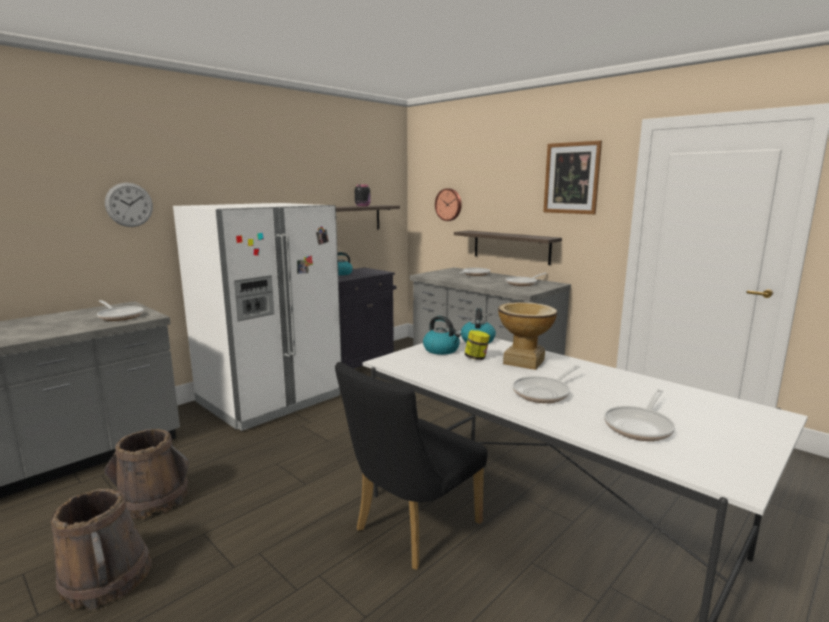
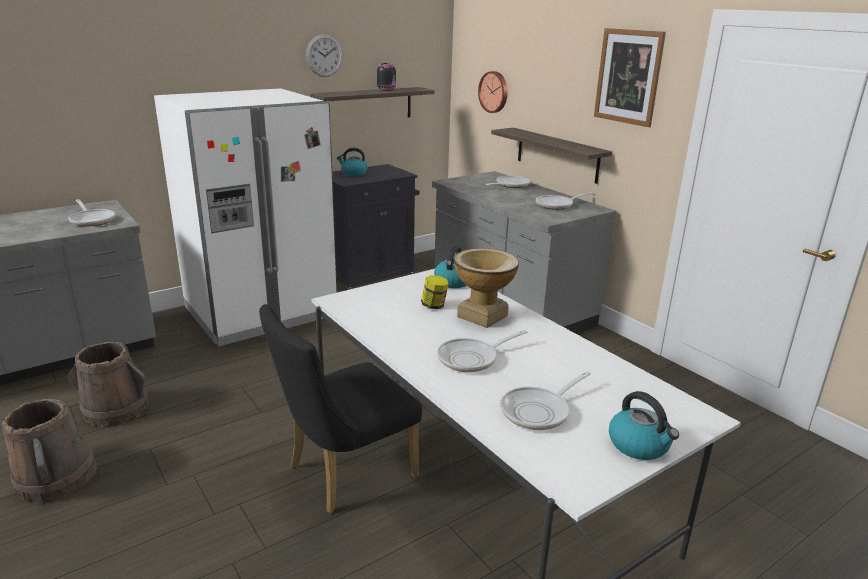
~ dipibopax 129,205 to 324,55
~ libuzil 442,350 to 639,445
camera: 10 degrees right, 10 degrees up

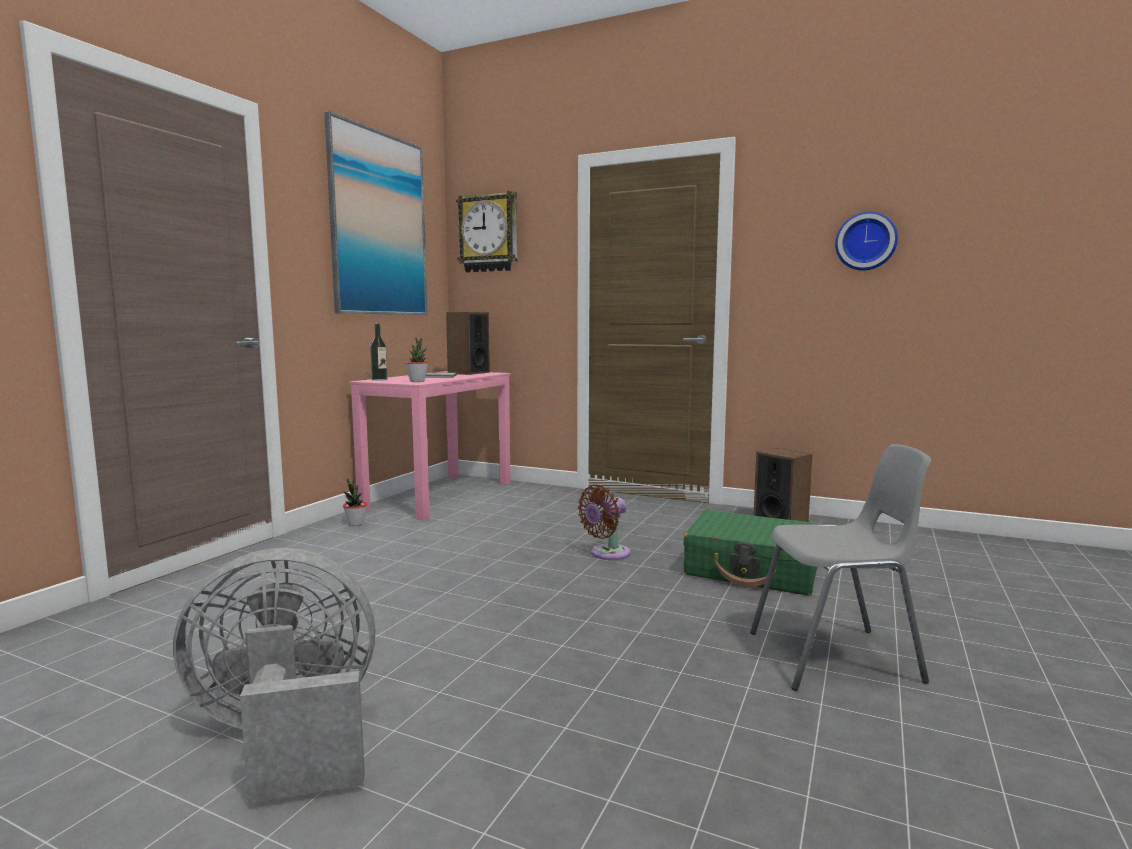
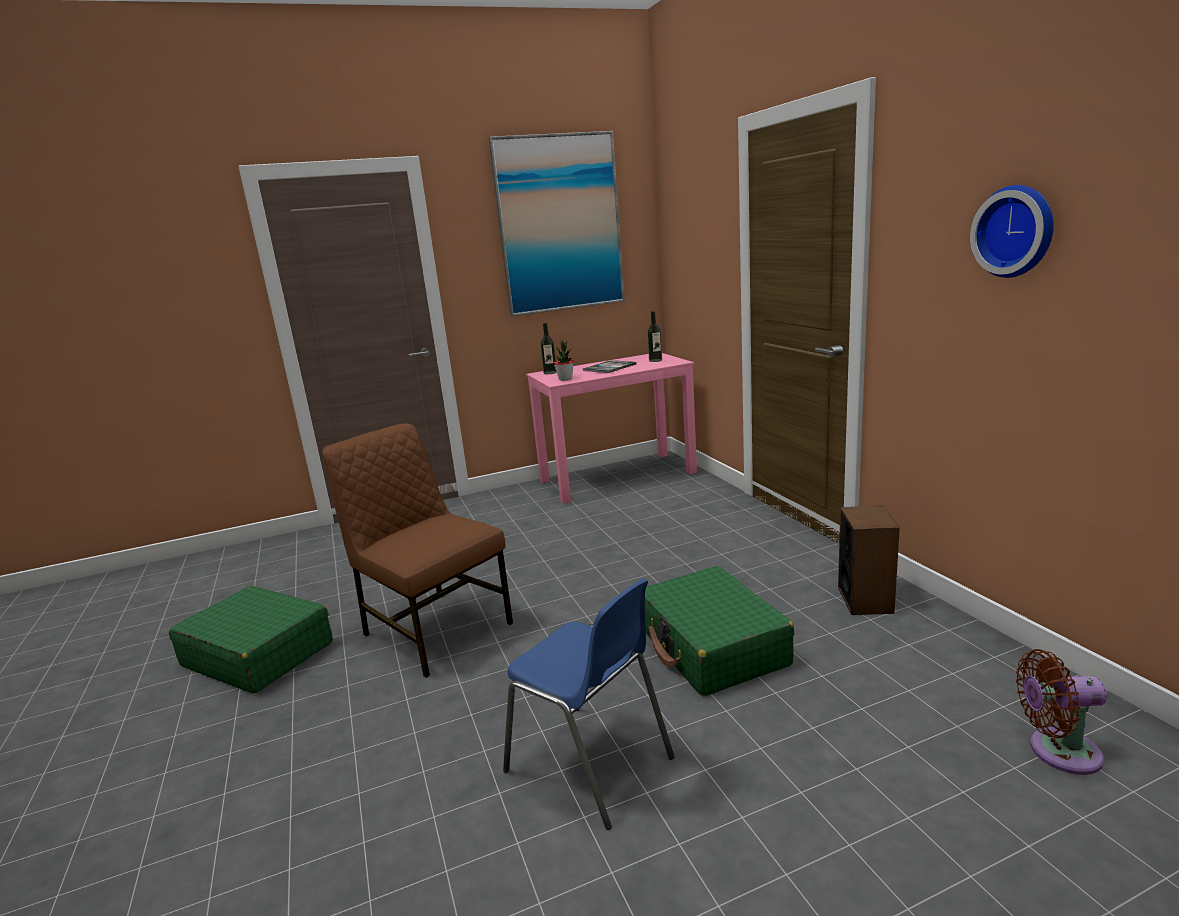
~ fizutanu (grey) 288,739 to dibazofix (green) 258,654
+ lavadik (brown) 434,629
~ lavadik (grey) 836,658 to lavadik (blue) 590,765
~ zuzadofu 468,373 to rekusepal 655,360
~ fizutanu (brown) 607,554 to 1057,751
- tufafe 356,523
- dipibopax 489,233
camera: 45 degrees right, 10 degrees up

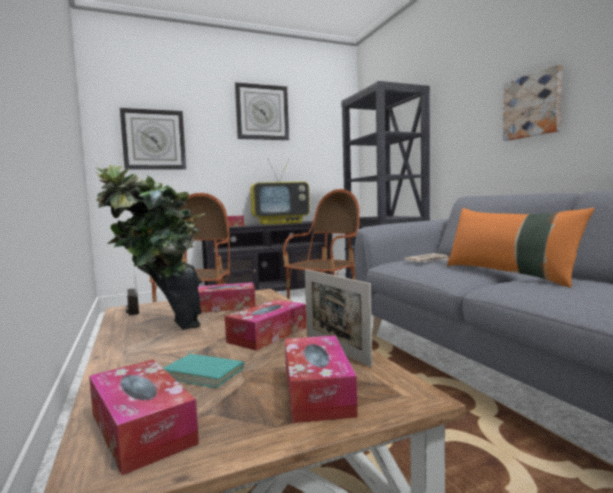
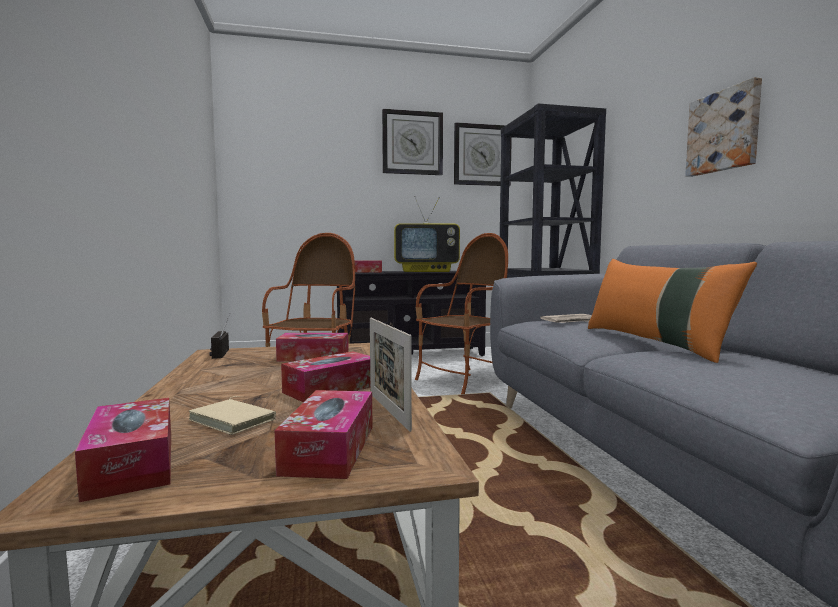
~ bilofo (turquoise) 205,373 to bilofo (beige) 235,420
~ dipibopax 154,140 to 482,155
- tufafe 161,332
camera: 10 degrees right, 0 degrees up

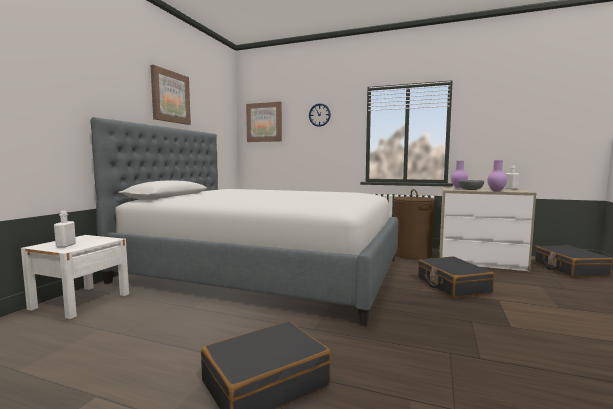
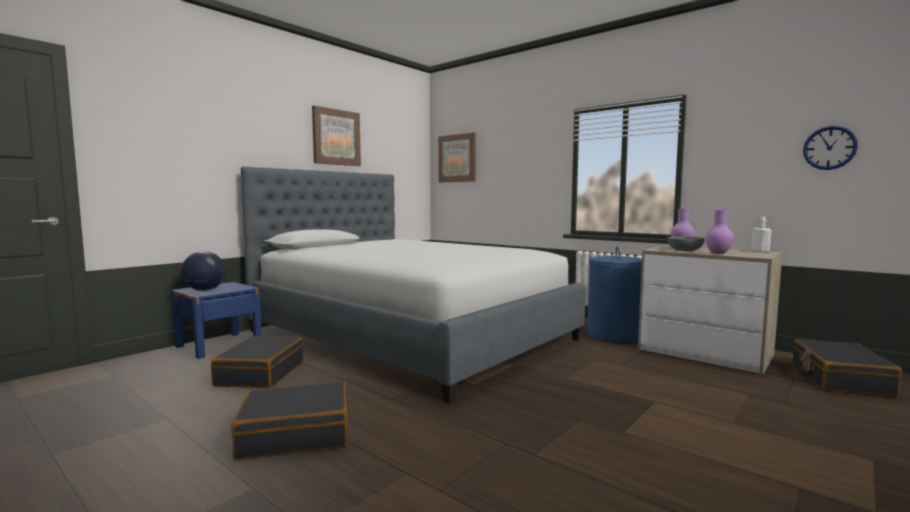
~ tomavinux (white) 80,301 to tomavinux (blue) 219,345
~ rekusepal (white) 66,245 to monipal 204,290
~ dibazofix (black) 452,286 to 260,373
~ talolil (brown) 411,254 to talolil (blue) 614,334
~ dipibopax 319,115 to 829,148
camera: 20 degrees right, 0 degrees up

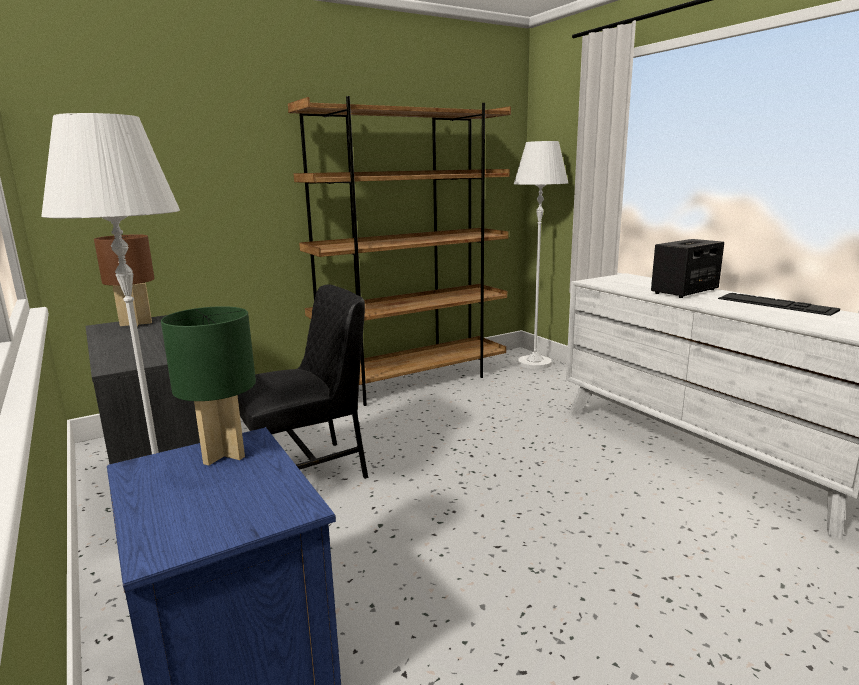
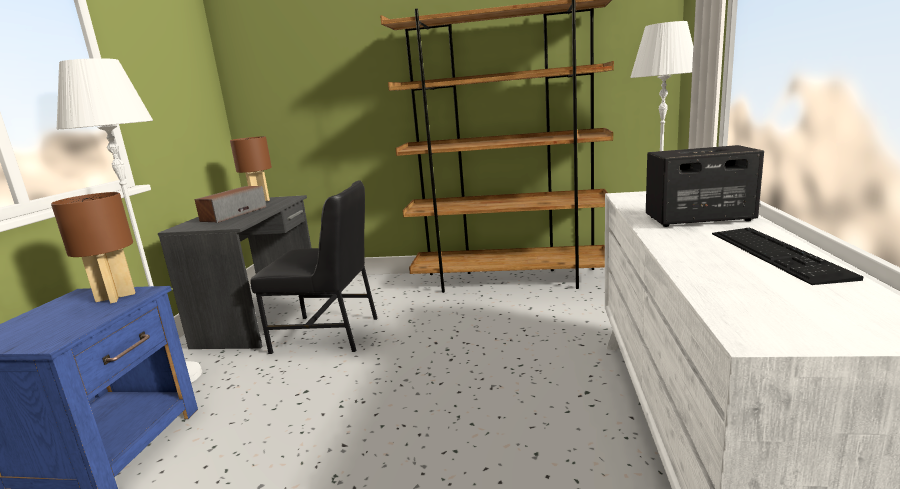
~ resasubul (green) 222,454 to resasubul (brown) 115,297
+ zuzadofu 234,214
camera: 40 degrees right, 0 degrees up

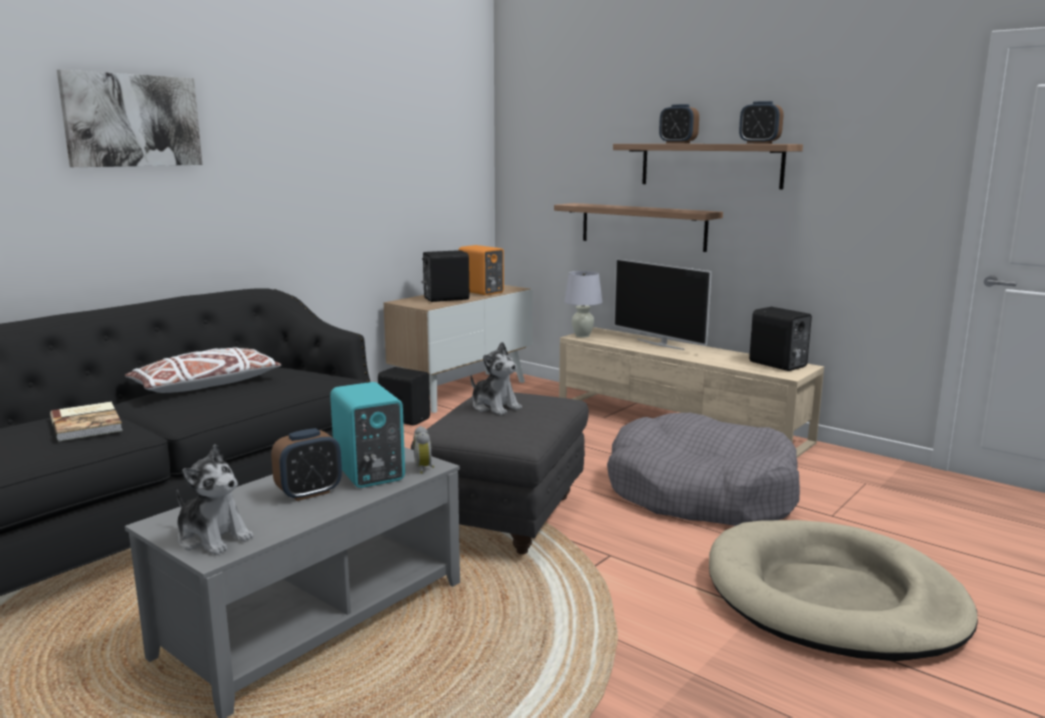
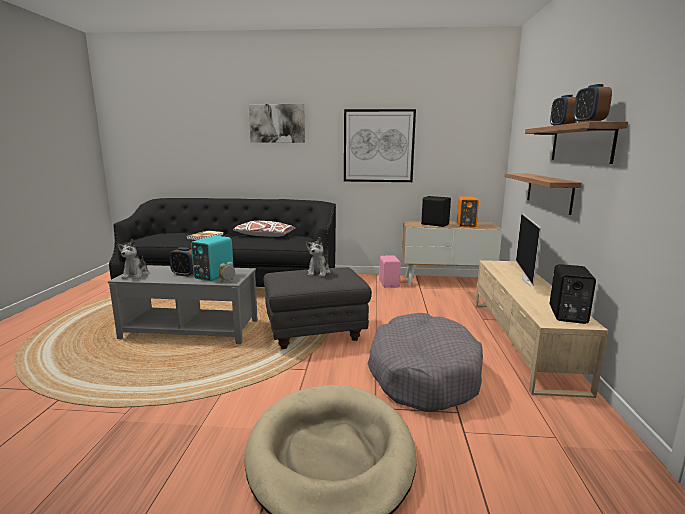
+ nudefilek 378,146
~ zuzadofu (black) 405,418 to zuzadofu (pink) 389,284
- resasubul (white) 582,336
camera: 55 degrees right, 0 degrees up

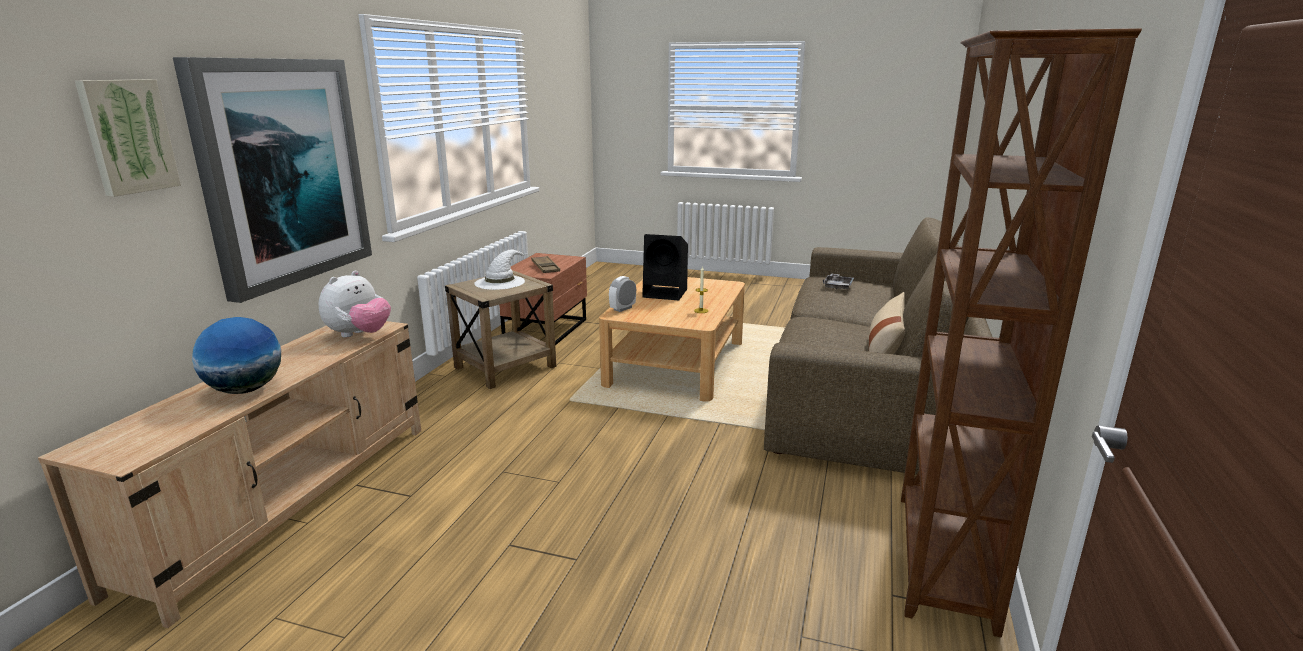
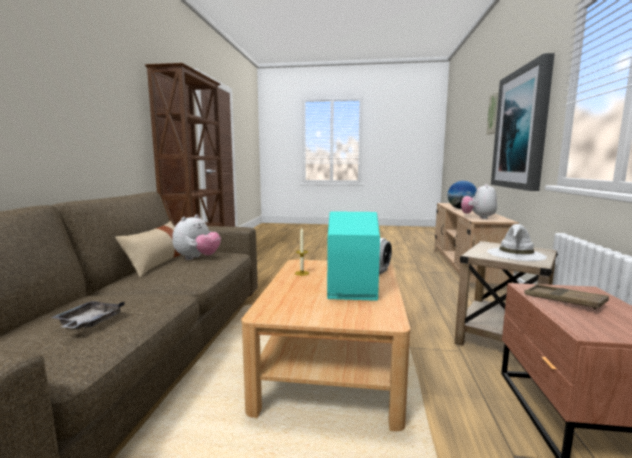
+ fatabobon 197,258
~ zuzadofu (black) 666,293 to zuzadofu (turquoise) 350,291
camera: 170 degrees right, 10 degrees down

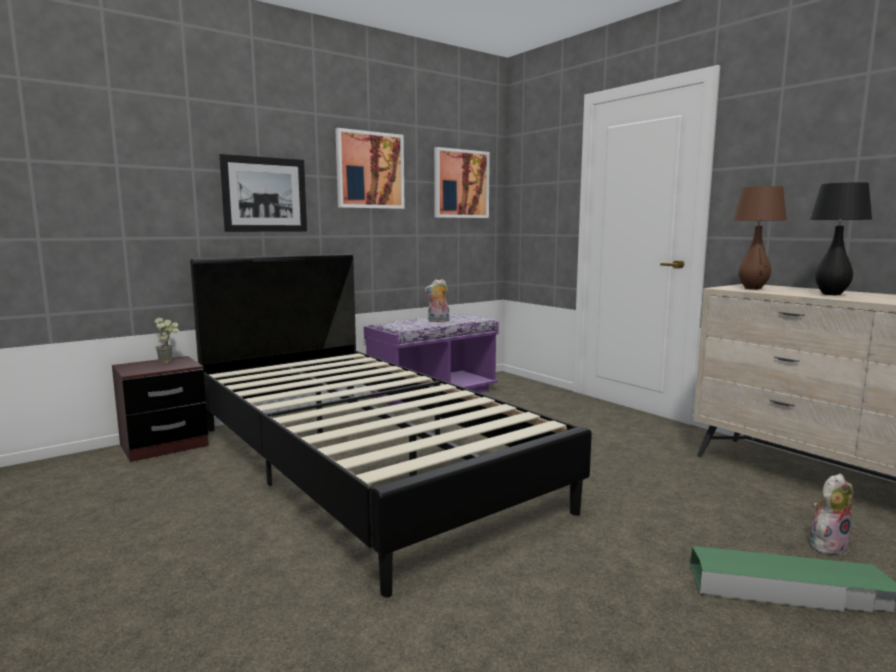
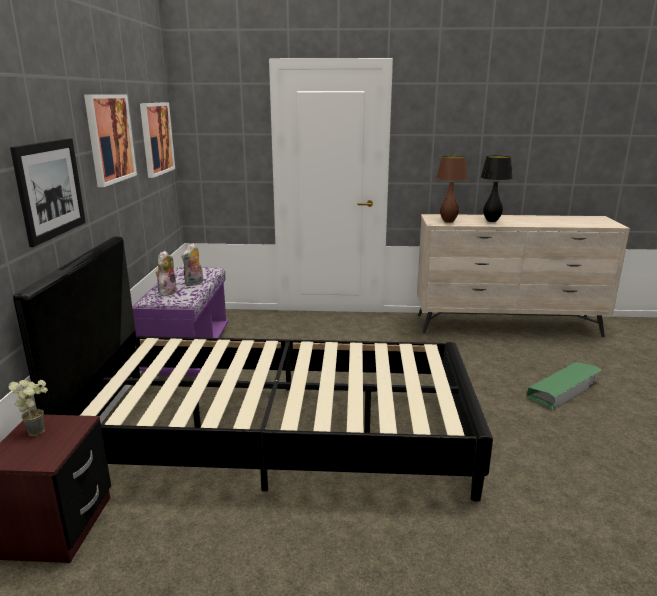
~ fatabobon 827,545 to 167,292
camera: 50 degrees left, 10 degrees up

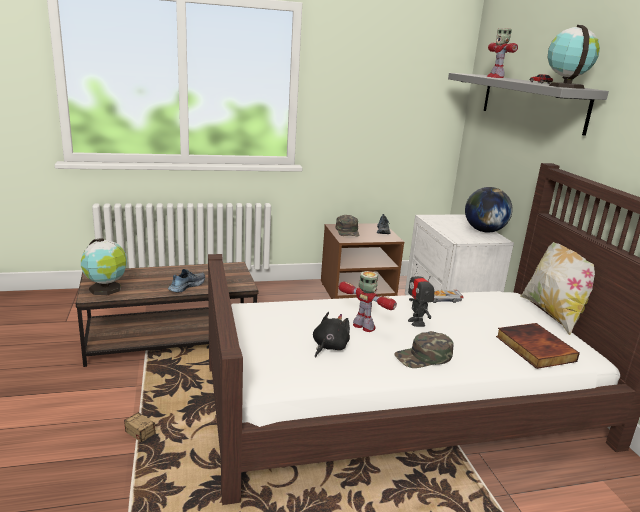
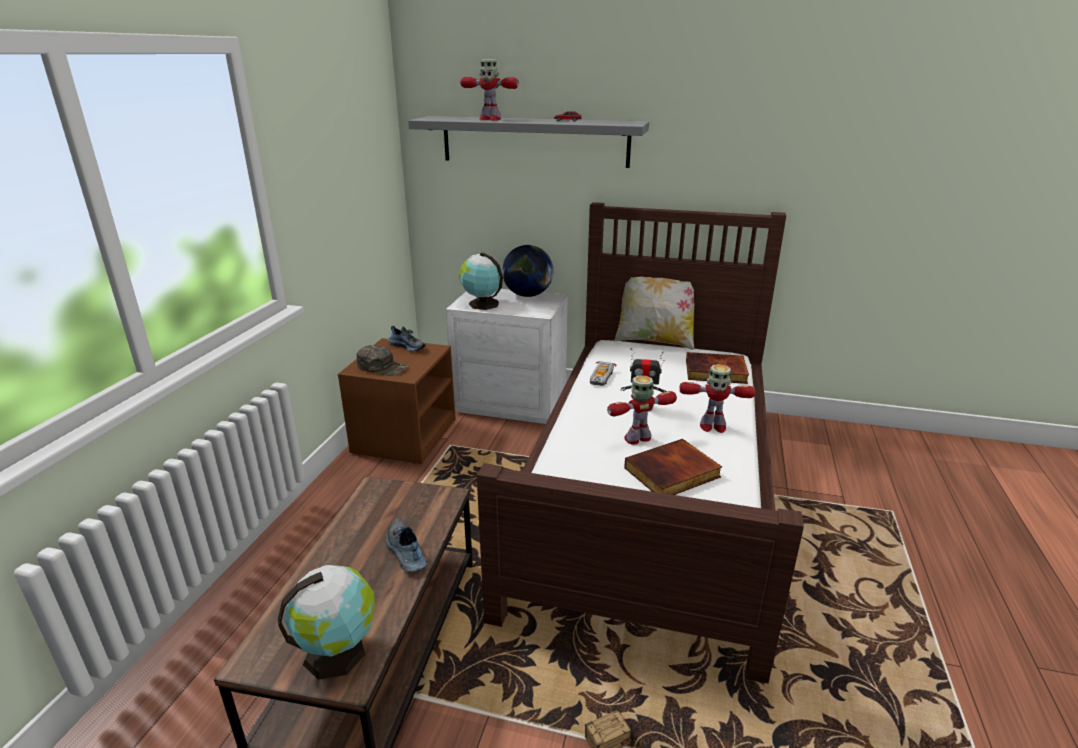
~ monipal 565,86 to 482,304
~ fatabobon (black) 329,347 to bilofo 672,473
~ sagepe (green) 423,357 to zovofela 712,426
camera: 60 degrees left, 5 degrees up

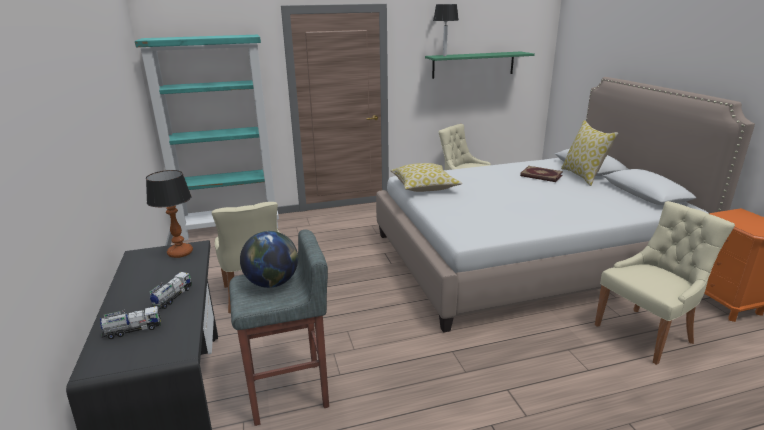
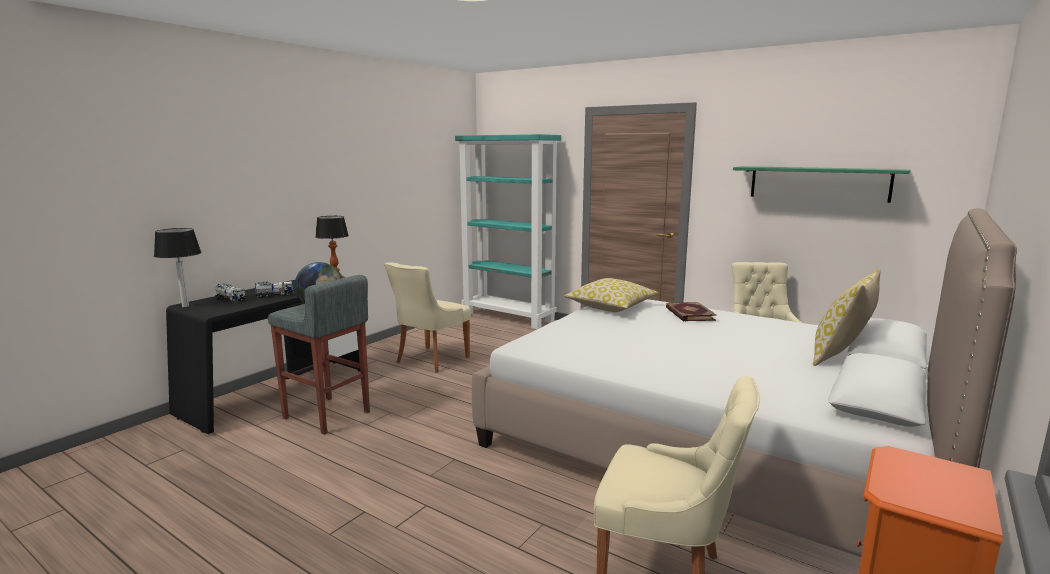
~ resasubul 444,55 to 186,306
~ bilofo 541,176 to 689,314
camera: 50 degrees right, 10 degrees down

